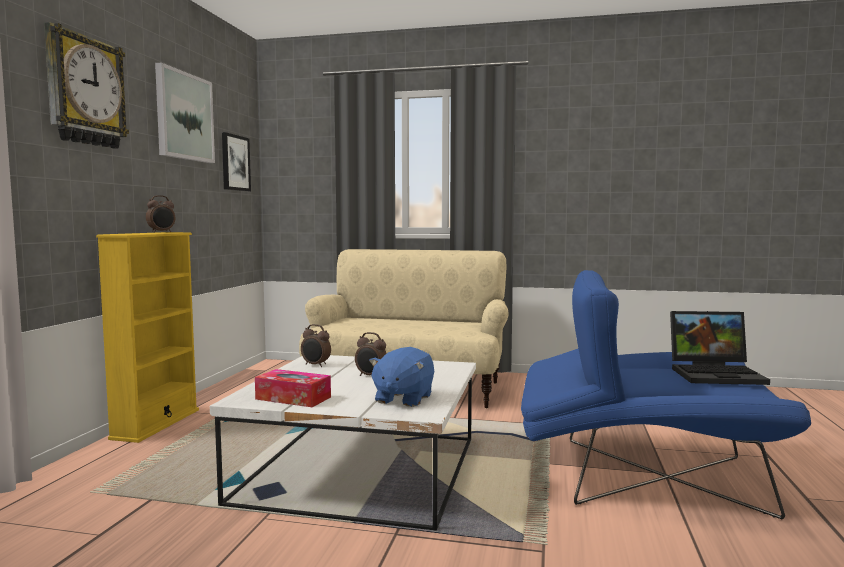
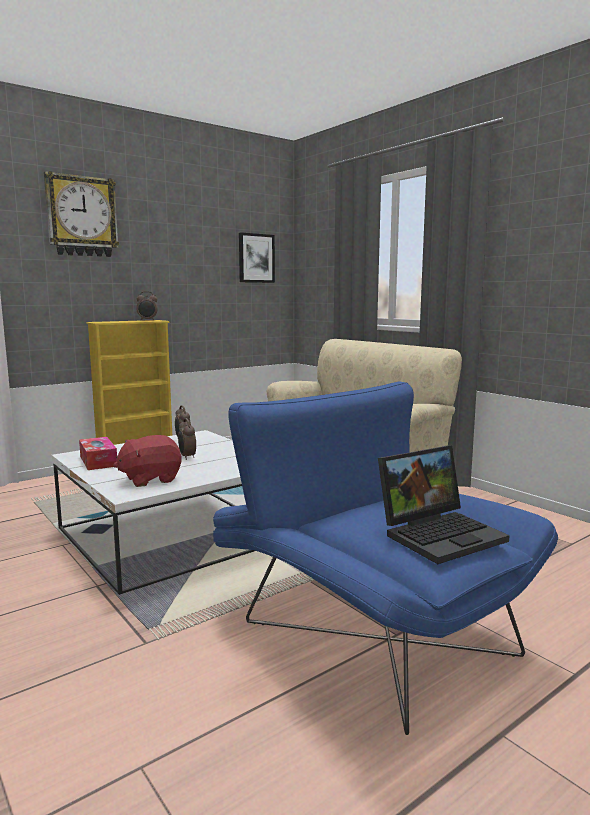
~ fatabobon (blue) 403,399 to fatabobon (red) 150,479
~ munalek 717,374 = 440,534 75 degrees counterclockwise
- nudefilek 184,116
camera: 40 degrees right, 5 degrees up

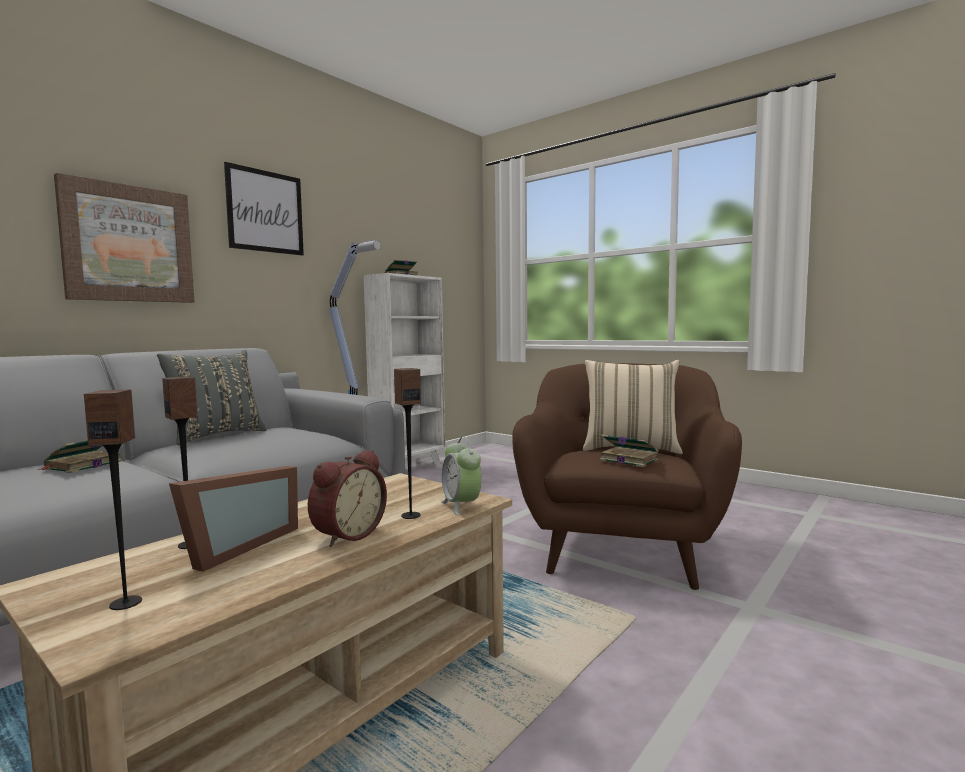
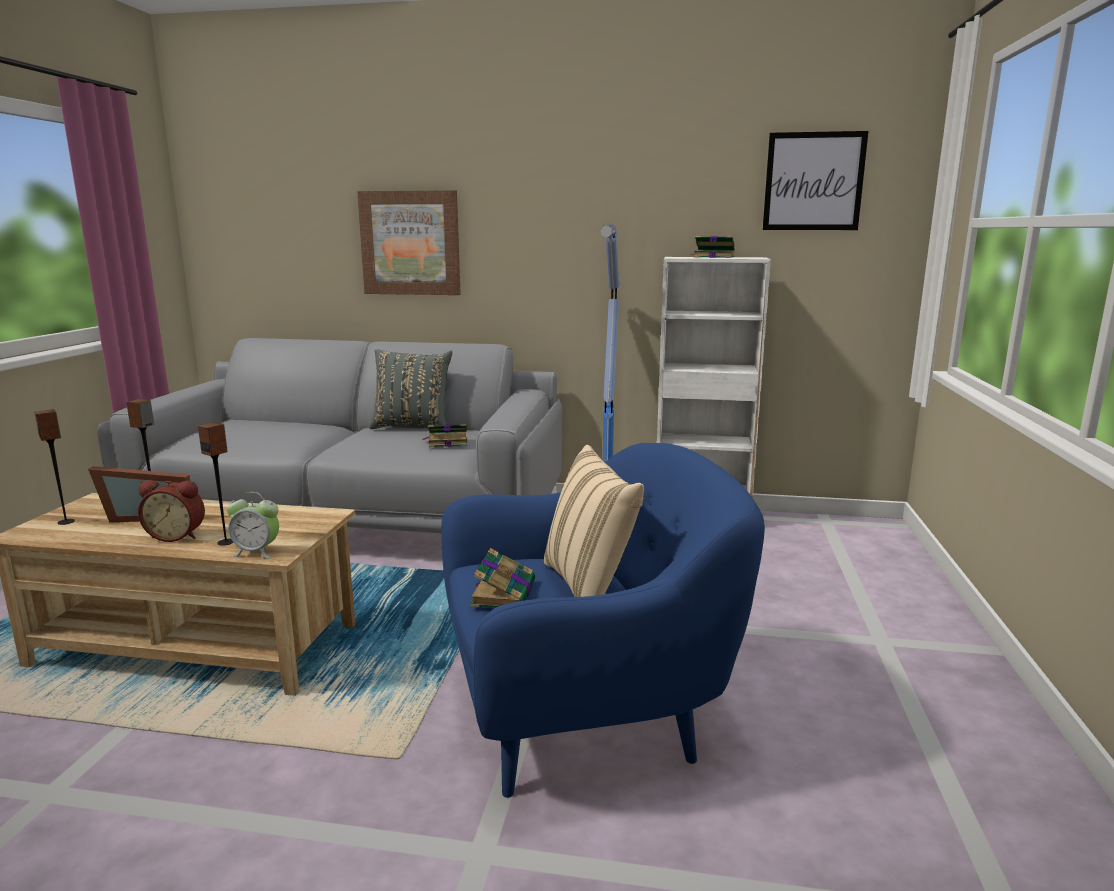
~ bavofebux 461,506 = 257,552 120 degrees counterclockwise
~ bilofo 82,465 to 447,442
~ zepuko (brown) 621,550 to zepuko (blue) 585,716
~ nudefilek 265,211 to 813,181
camera: 60 degrees right, 10 degrees up

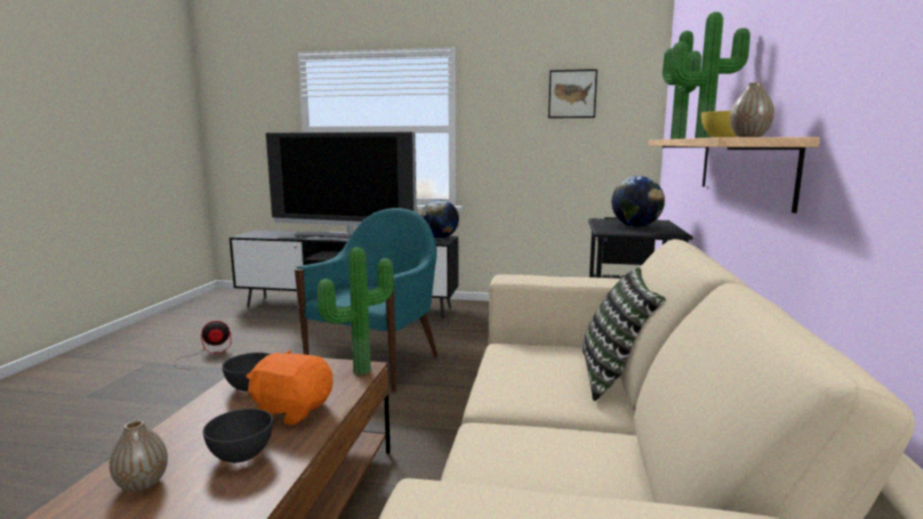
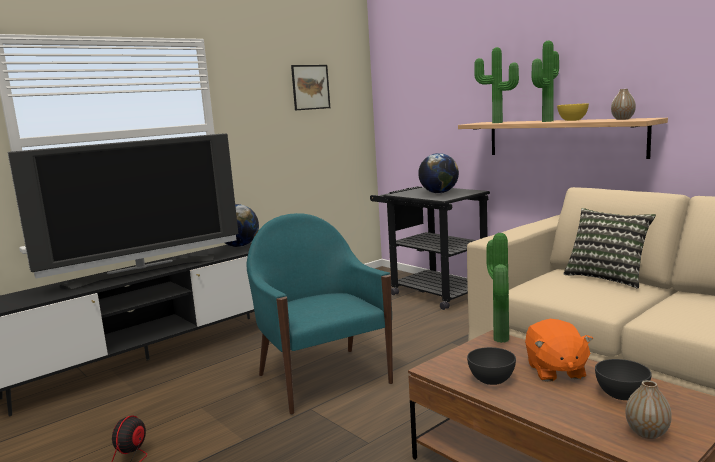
~ fatabobon (orange) 292,410 = 555,371 60 degrees counterclockwise
camera: 50 degrees left, 0 degrees up

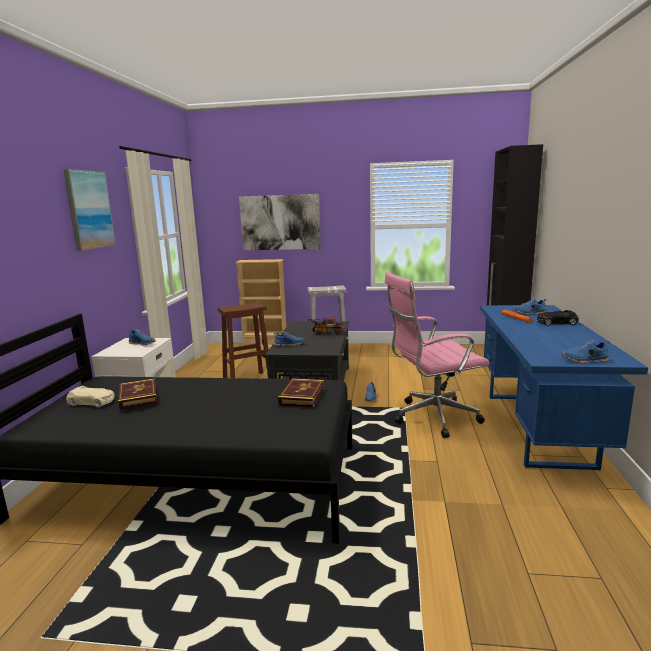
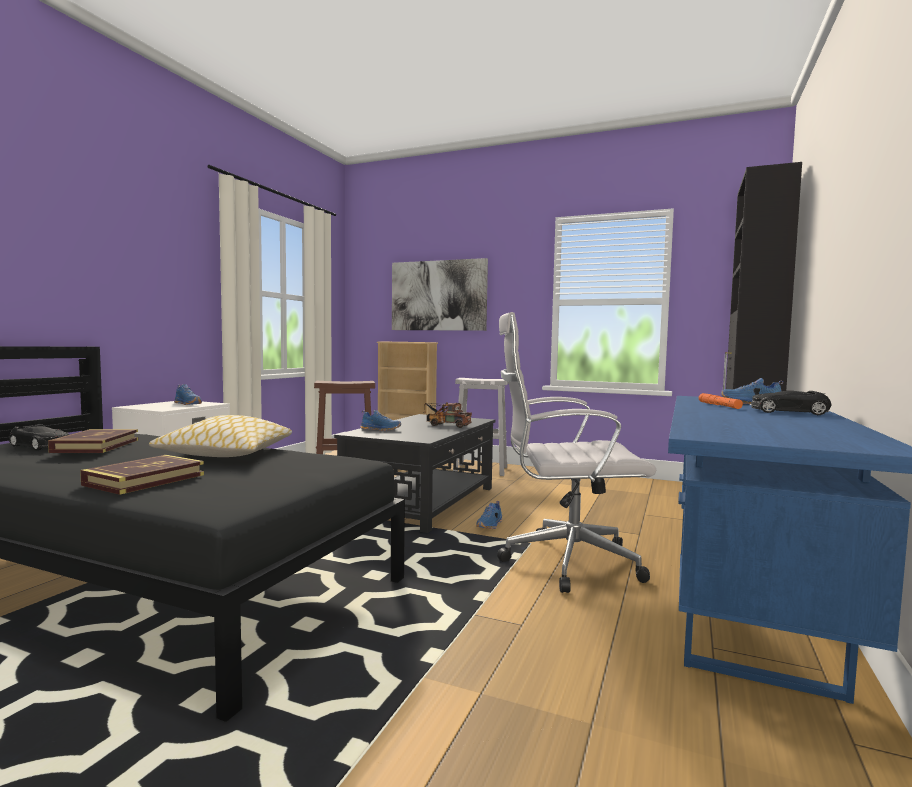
~ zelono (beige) 92,402 to zelono (black) 40,446
~ bilofo 302,396 to 145,480
+ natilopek 227,454
~ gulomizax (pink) 432,418 to gulomizax (white) 564,562
- nudefilek 89,210
- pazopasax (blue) 585,360
camera: 15 degrees right, 10 degrees down

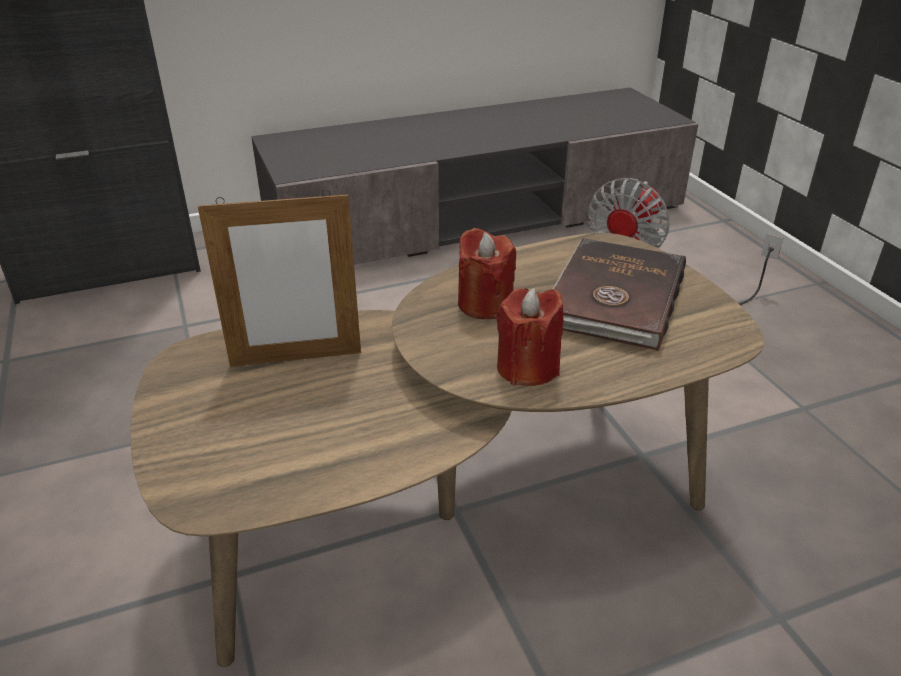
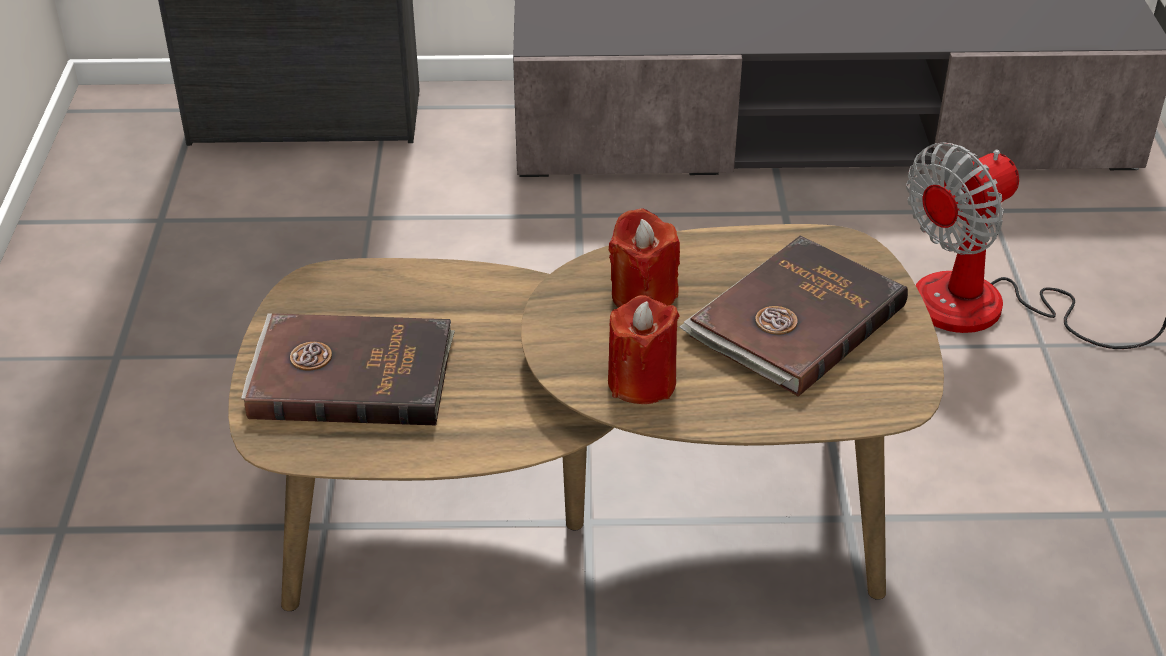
+ bilofo (brown) 351,374
- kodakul 296,359
camera: 20 degrees right, 5 degrees up

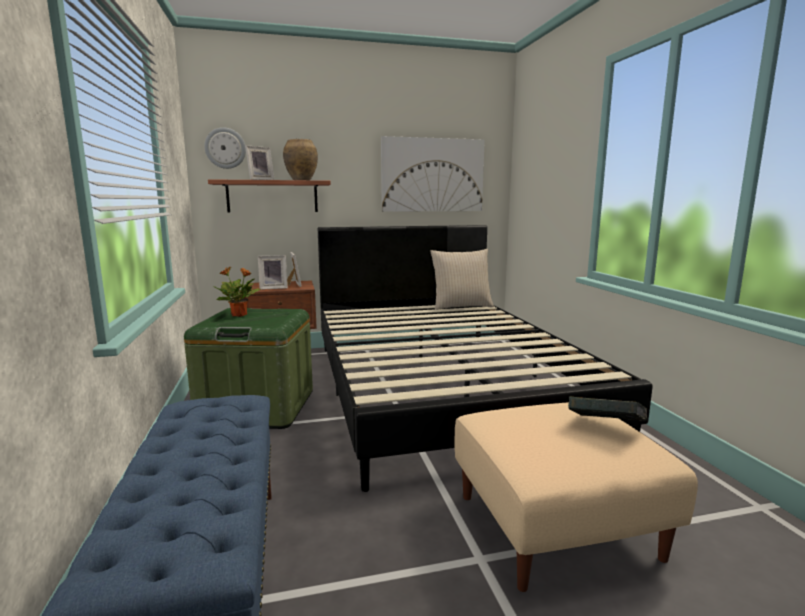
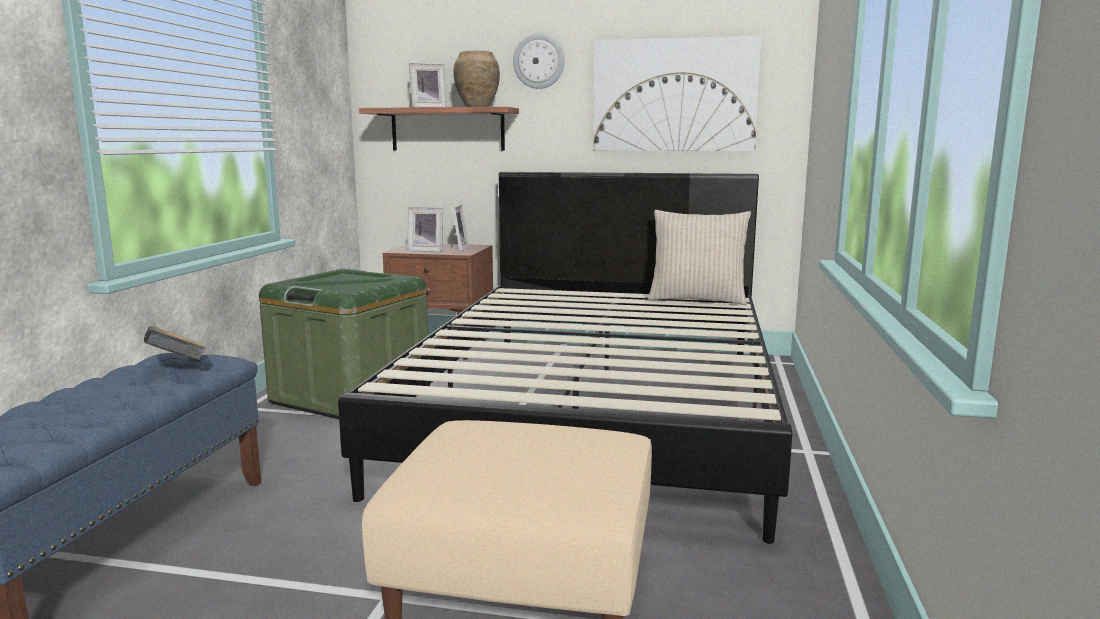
~ bilofo 605,428 to 177,367
~ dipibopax 225,148 to 539,61
- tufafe 240,315
camera: 25 degrees right, 0 degrees up

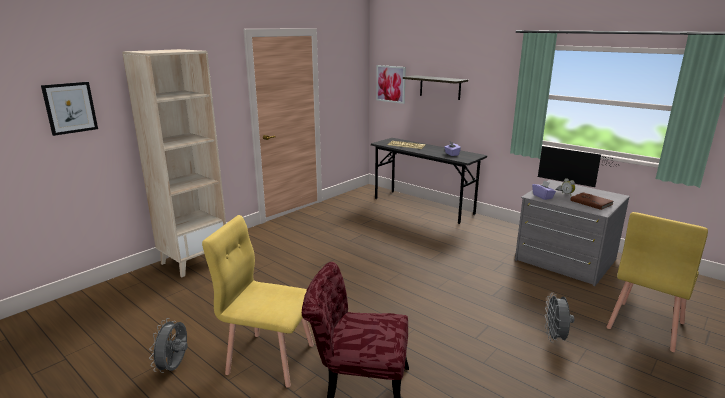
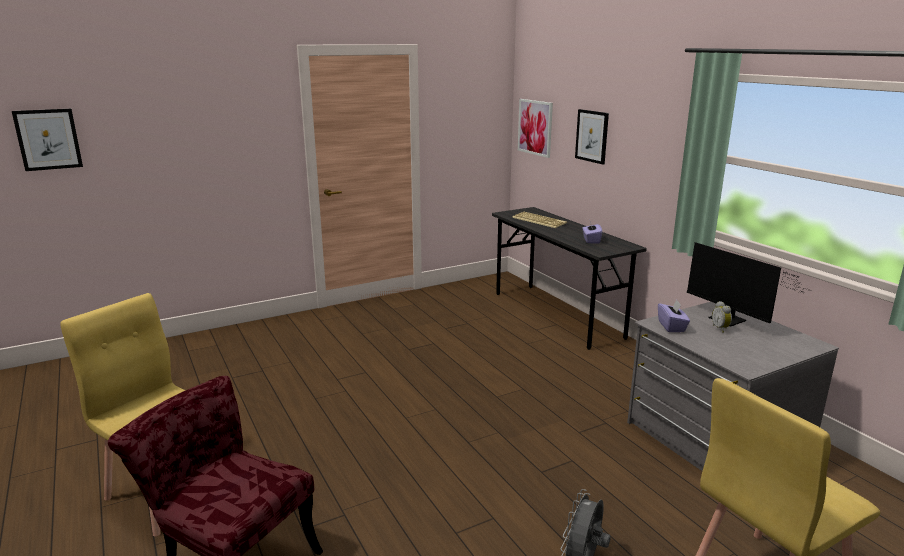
~ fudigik 440,87 to nudefilek 592,136
- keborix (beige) 194,261
- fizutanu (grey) 174,367
- bilofo (brown) 591,202
camera: 20 degrees right, 0 degrees up

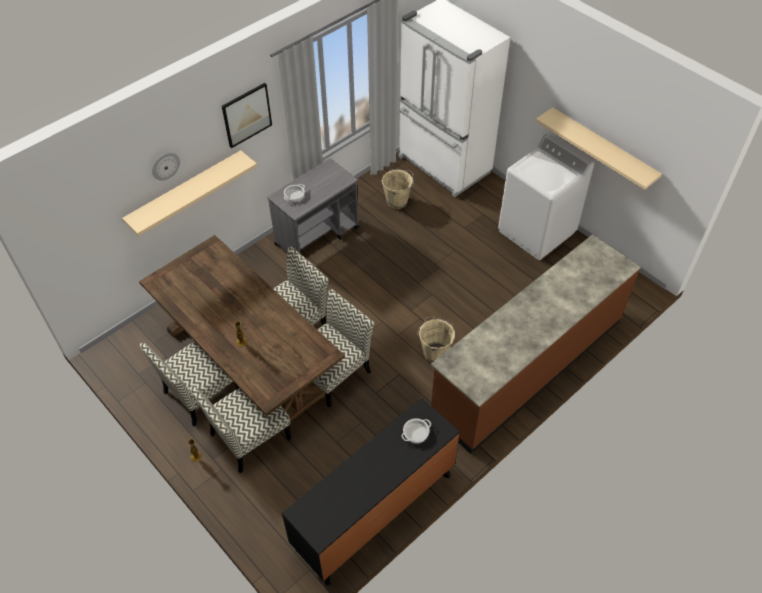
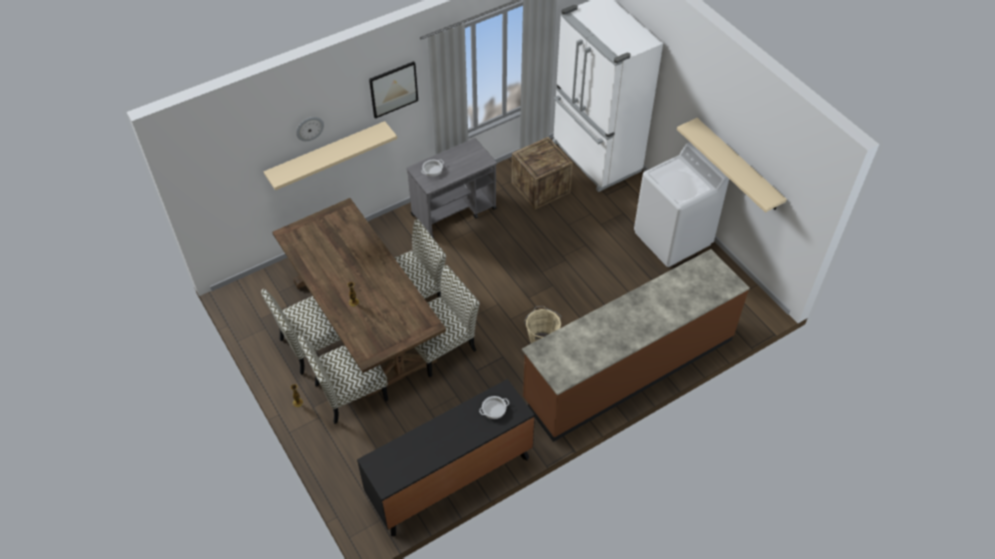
~ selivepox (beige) 397,201 to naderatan 540,188
camera: 10 degrees right, 0 degrees up

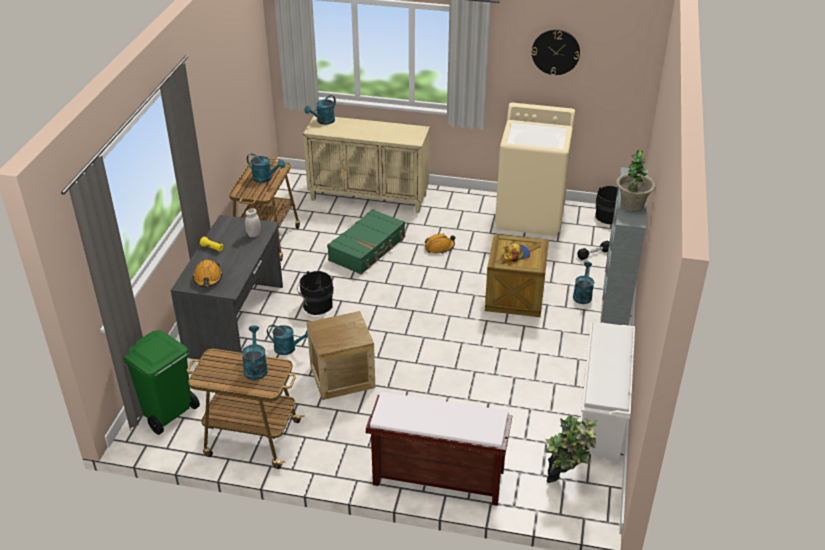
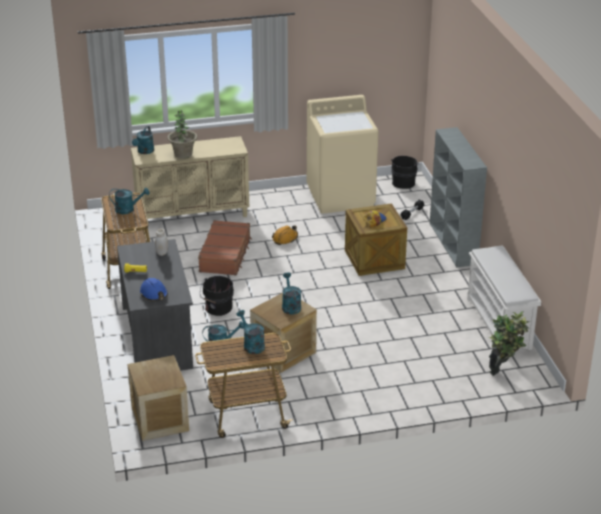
~ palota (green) 167,414 to naderatan 160,419
~ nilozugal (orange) 208,278 to nilozugal (blue) 154,294
~ tufafe 632,205 to 183,154
~ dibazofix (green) 368,249 to dibazofix (brown) 225,255
~ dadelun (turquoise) 582,295 to 290,306
- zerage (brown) 437,478
- dipibopax 555,52
camera: 25 degrees left, 5 degrees down

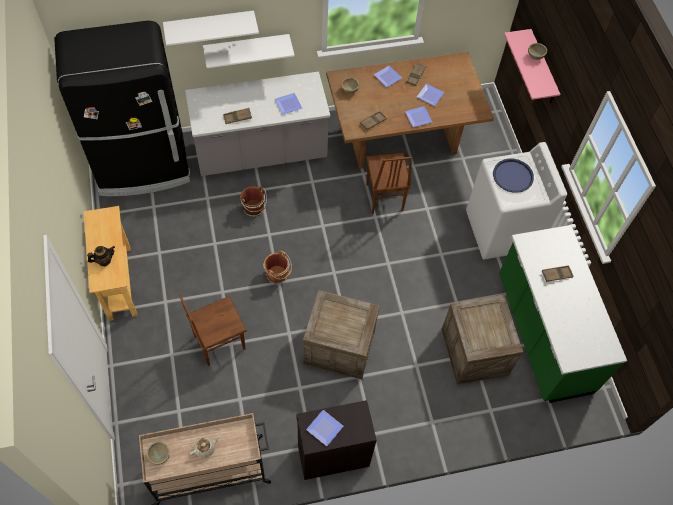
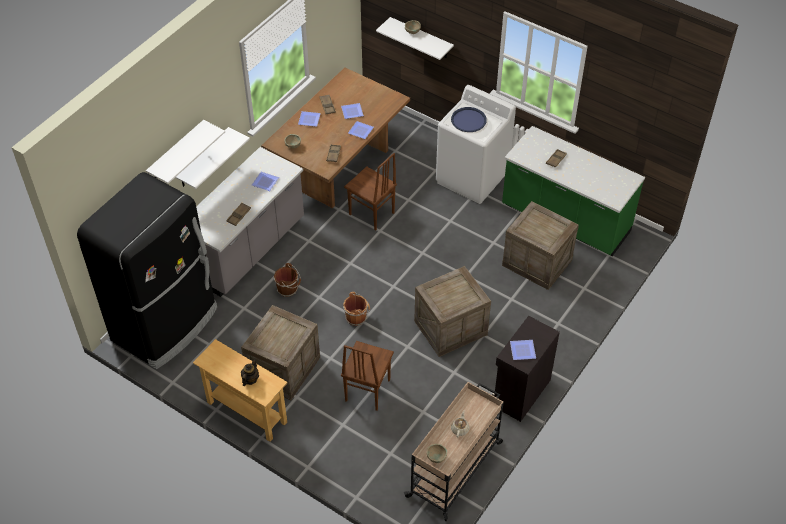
+ naderatan 283,369
~ fudigik (pink) 542,68 to fudigik (white) 421,38
camera: 40 degrees left, 10 degrees down

